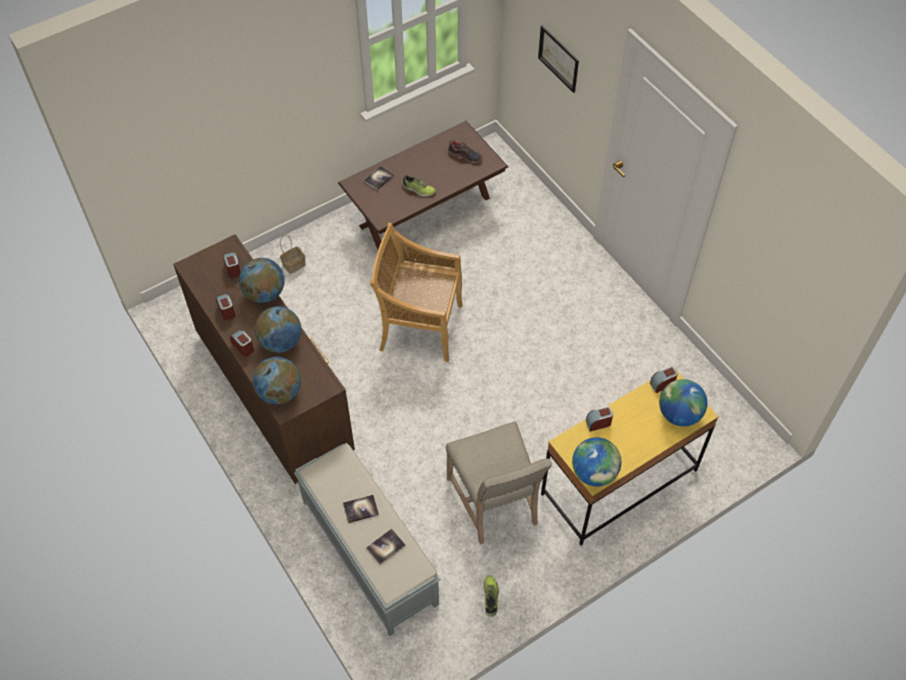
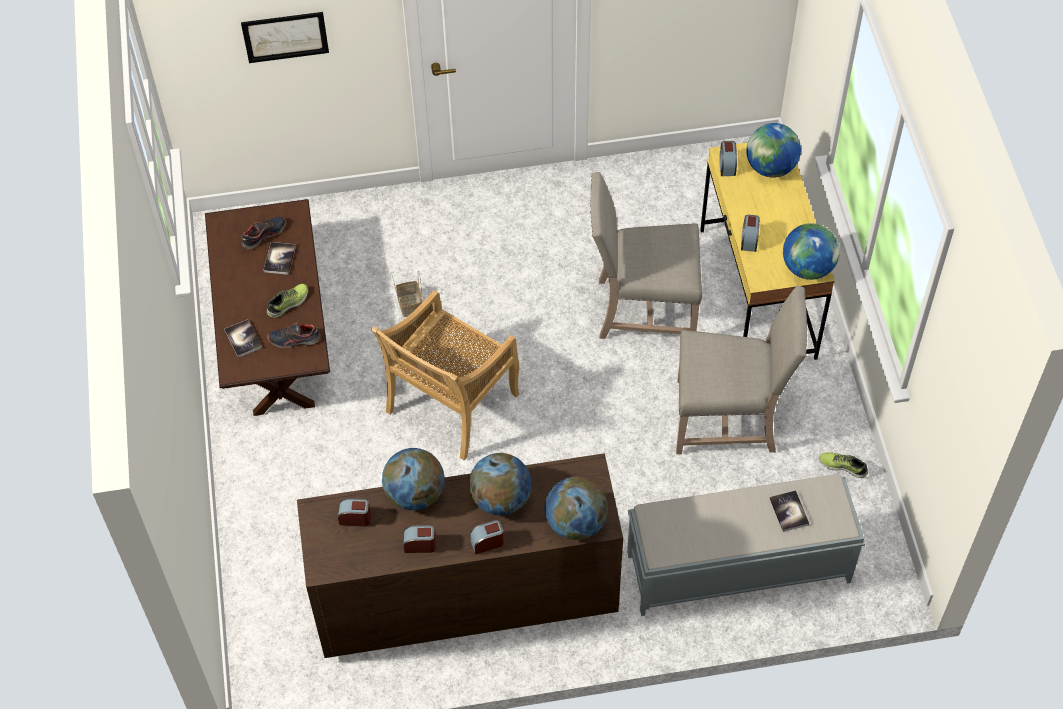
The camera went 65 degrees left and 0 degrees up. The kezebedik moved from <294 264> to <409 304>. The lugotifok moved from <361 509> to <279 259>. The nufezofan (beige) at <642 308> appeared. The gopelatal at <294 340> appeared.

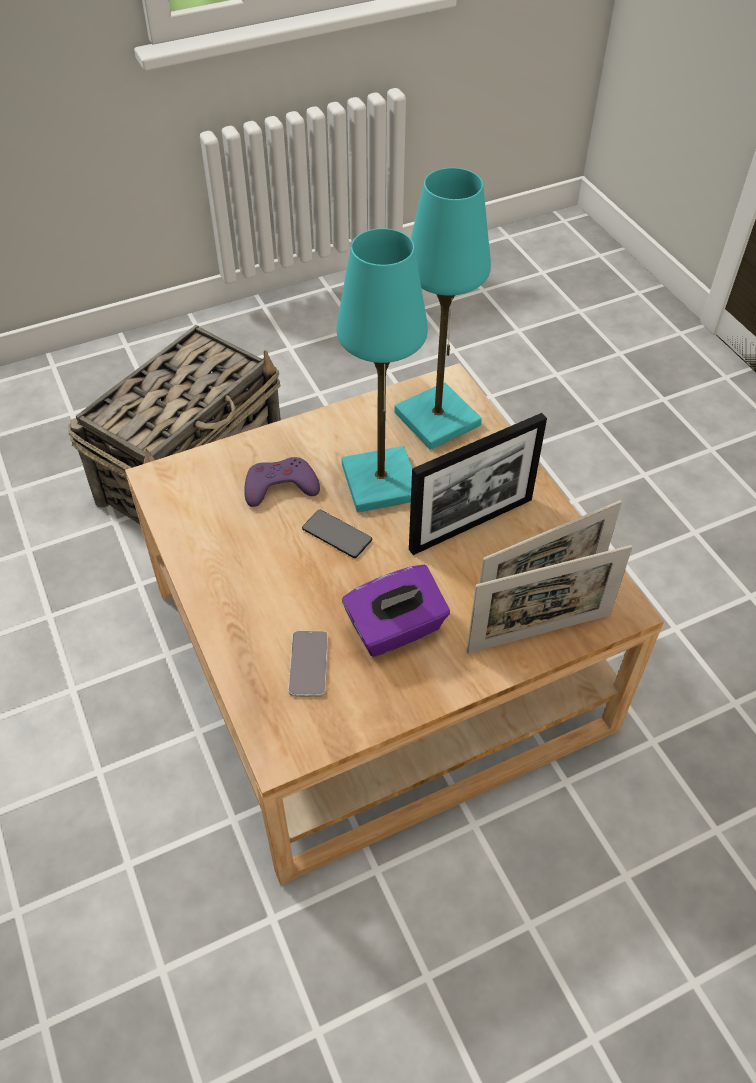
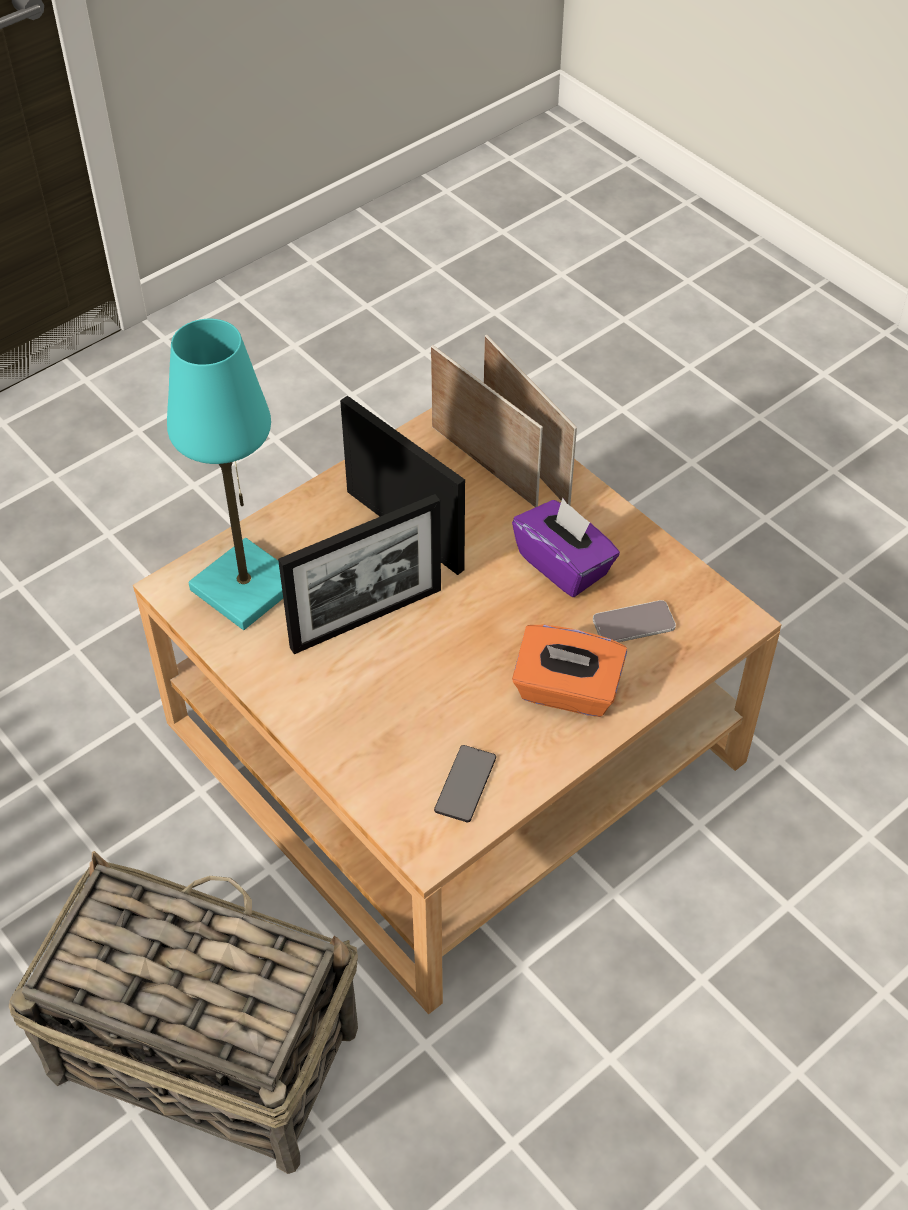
The camera went 105 degrees left and 0 degrees up. The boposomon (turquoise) at <381 482> was replaced by the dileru at <366 618>. The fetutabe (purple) at <280 487> disappeared. The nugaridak moved from <337 535> to <465 784>. The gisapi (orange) at <566 691> appeared.

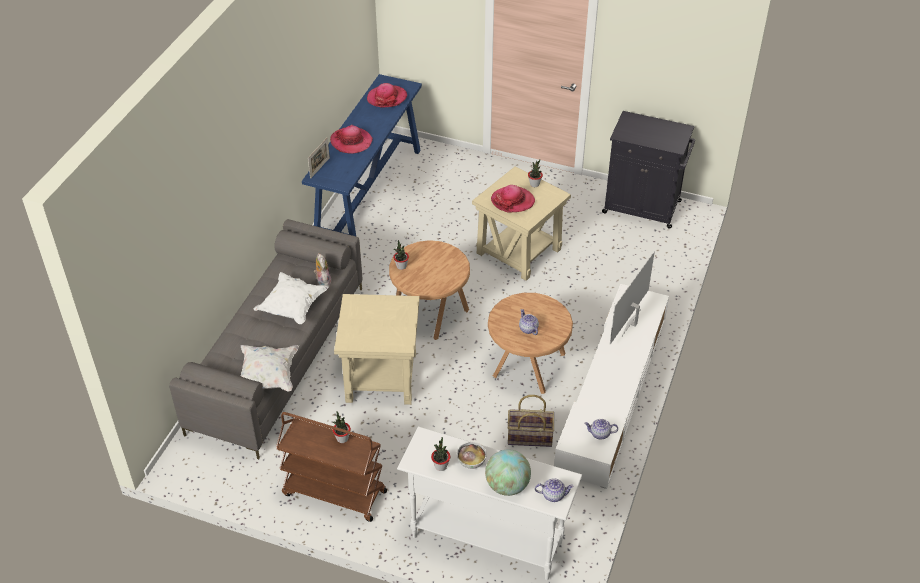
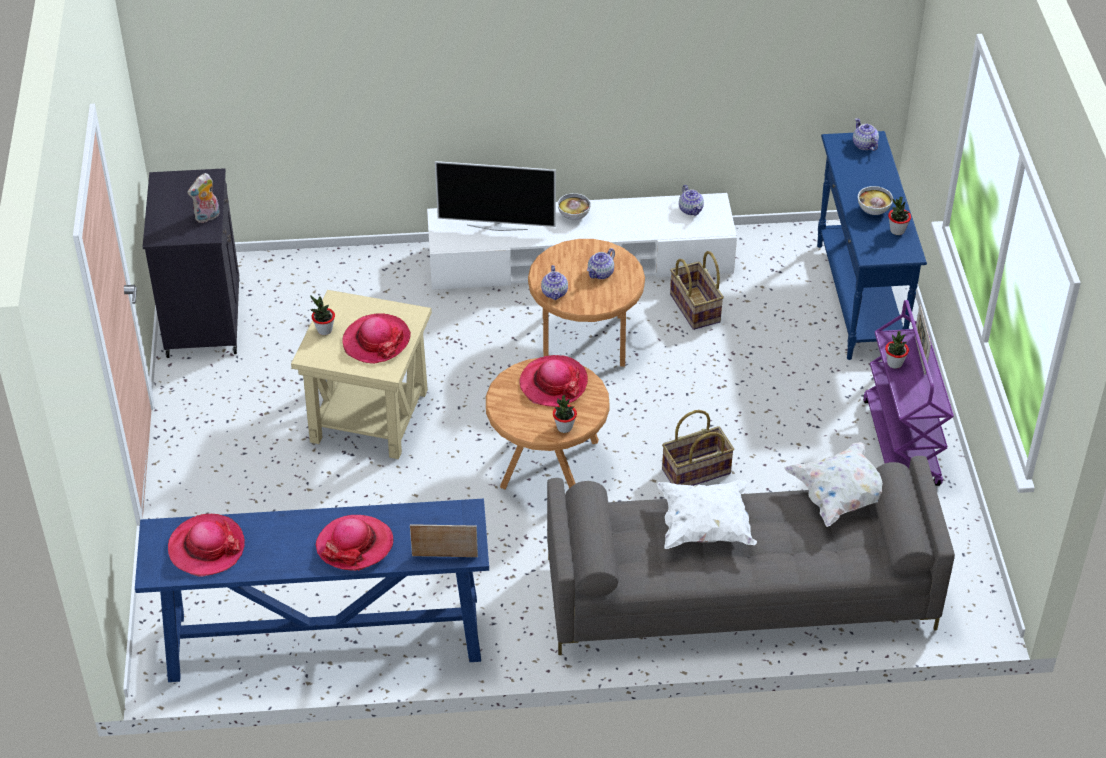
The camera went 115 degrees left and 0 degrees up. The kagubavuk moved from <322 281> to <207 217>. The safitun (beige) at <380 376> was replaced by the kezebedik at <696 472>. The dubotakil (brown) at <333 493> became the dubotakil (purple) at <901 443>. The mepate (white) at <486 539> became the mepate (blue) at <858 300>. The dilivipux at <507 485> disappeared. The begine at <574 216> appeared. The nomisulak at <555 293> appeared. The dileru at <919 354> appeared. The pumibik at <553 383> appeared.

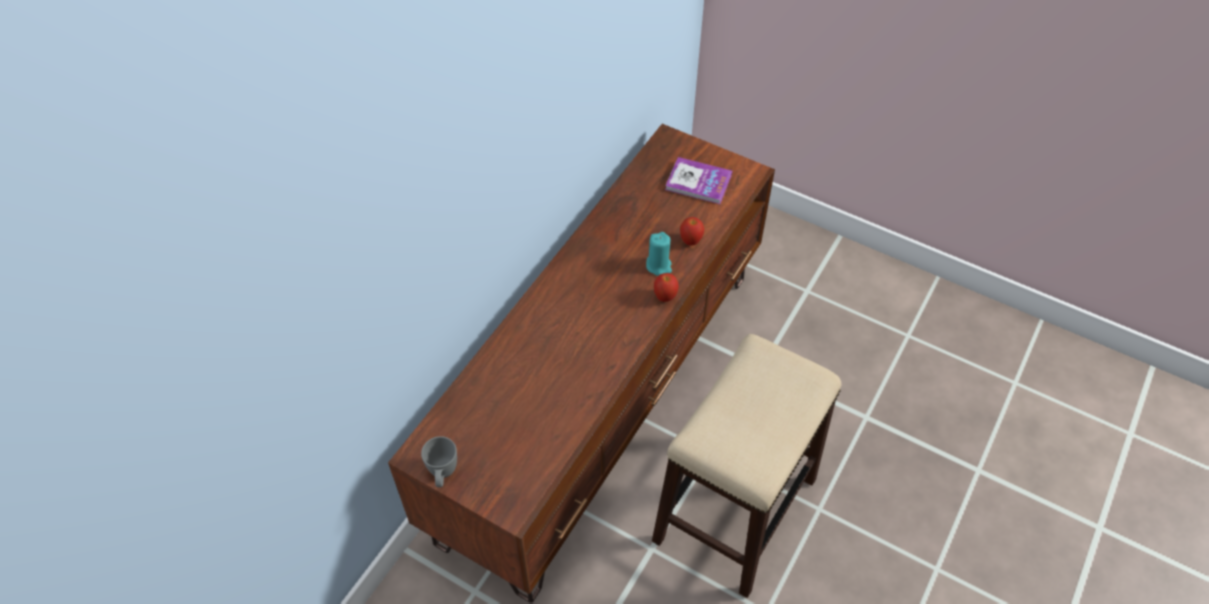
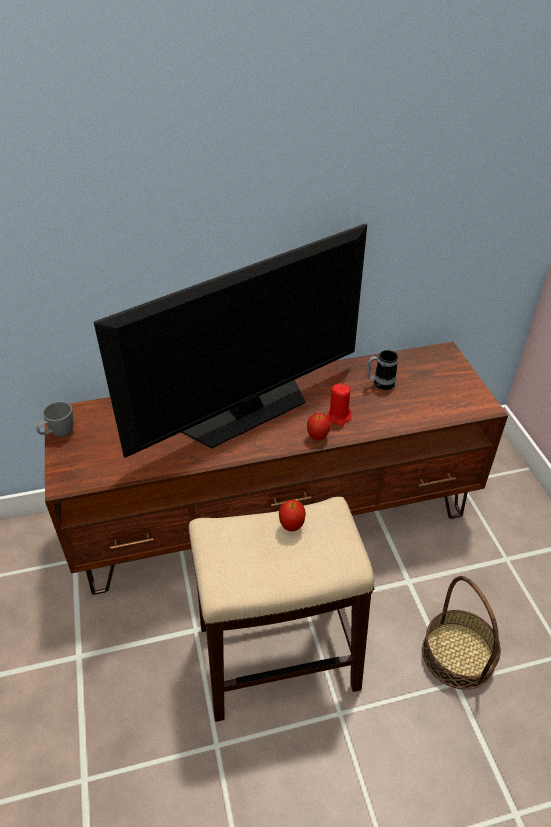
The camera went 45 degrees right and 10 degrees down. The lugotifok at <698 182> disappeared. The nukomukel moved from <690 241> to <291 526>. The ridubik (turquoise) at <659 265> became the ridubik (red) at <339 417>. The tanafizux at <246 411> appeared. The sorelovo at <379 384> appeared. The kezebedik at <458 654> appeared.

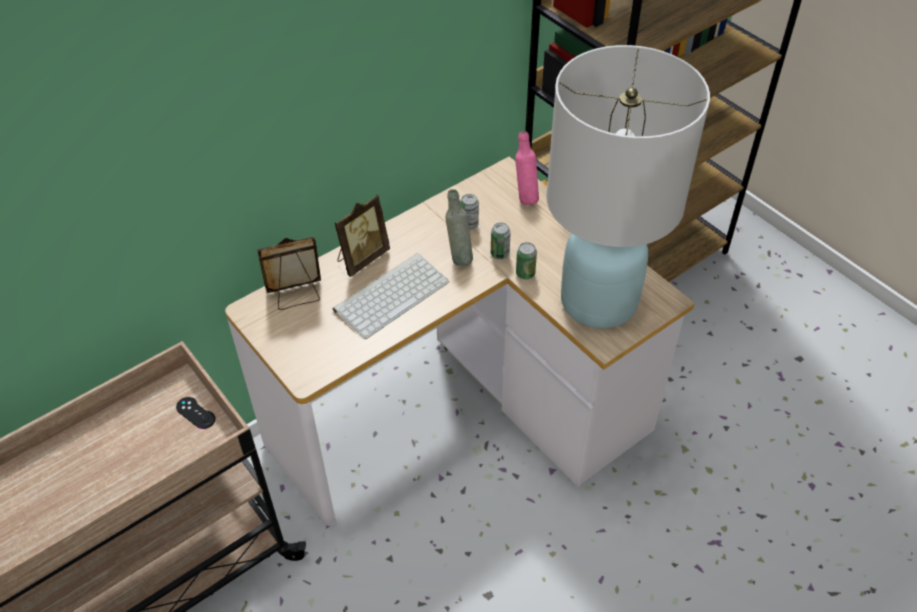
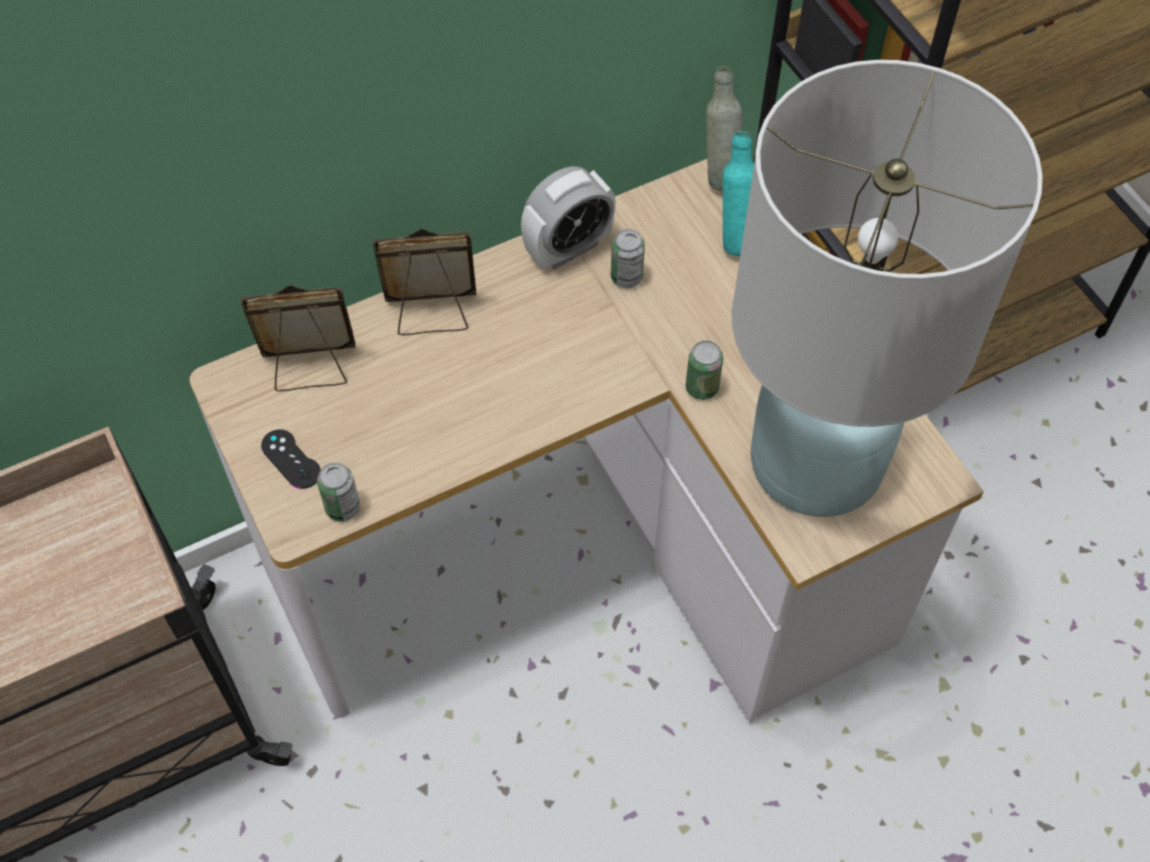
The camera went 10 degrees right and 10 degrees up. The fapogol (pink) at <525 197> became the fapogol (turquoise) at <735 238>. The fapogol (grey) moved from <459 256> to <719 174>. The dileru at <361 258> turned 150 degrees counterclockwise. The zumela moved from <500 253> to <343 508>. The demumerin at <391 294> disappeared. The fetutabe (black) moved from <195 413> to <291 459>. The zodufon at <568 248> appeared.

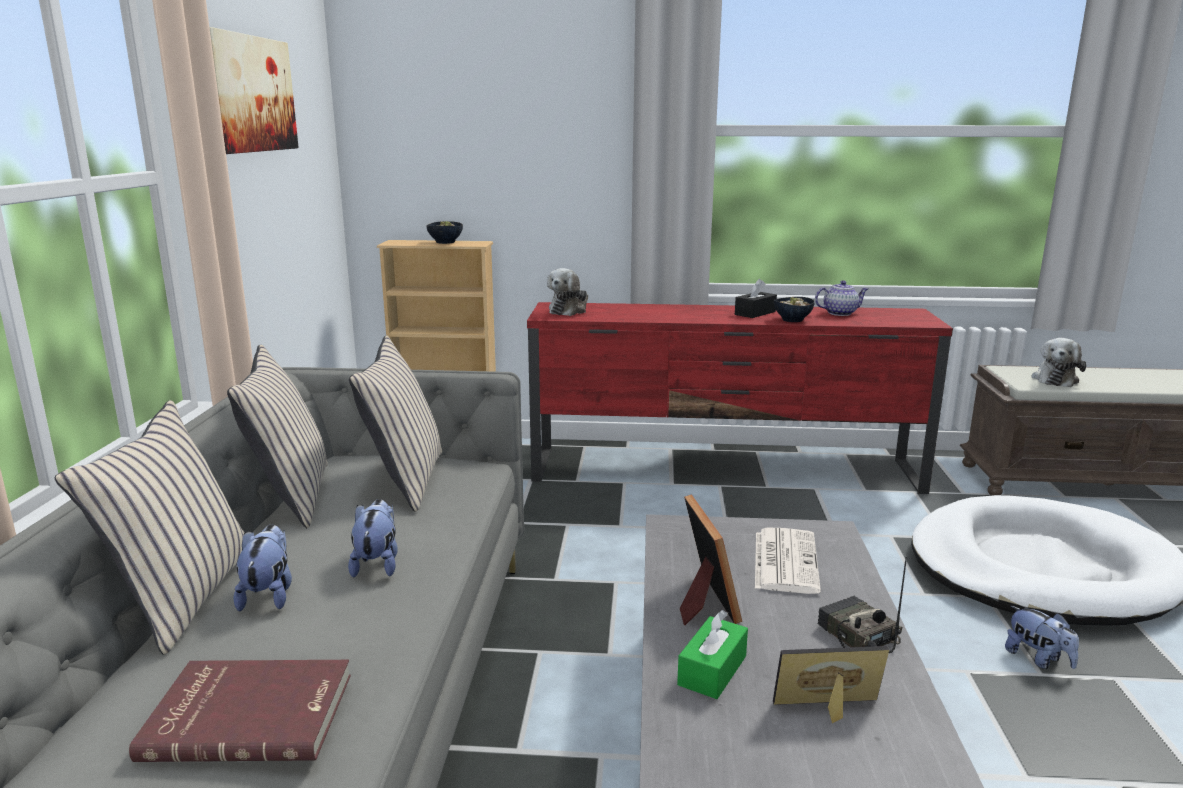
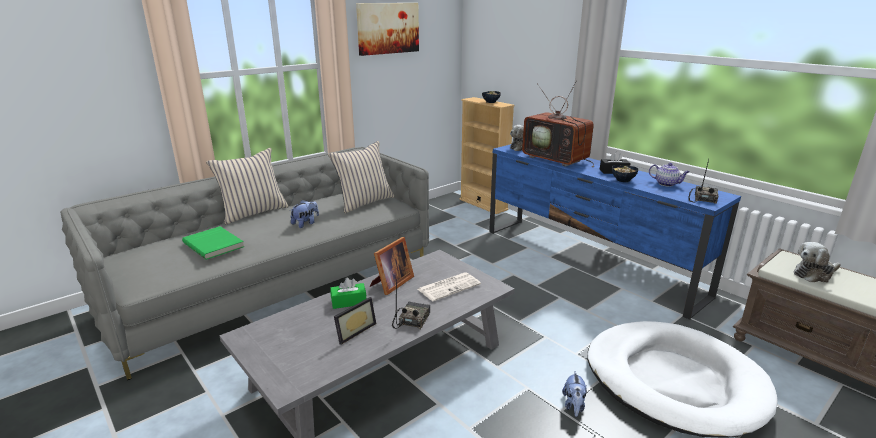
The camera went 45 degrees right and 5 degrees up. The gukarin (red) at <725 471> became the gukarin (blue) at <588 261>. The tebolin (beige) at <291 496> disappeared. The kagubavuk at <269 595> disappeared. The dileru at <830 712> turned 90 degrees clockwise. The lugotifok (red) at <250 714> became the lugotifok (green) at <214 244>. The tanafizux at <558 159> appeared. The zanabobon at <702 198> appeared.

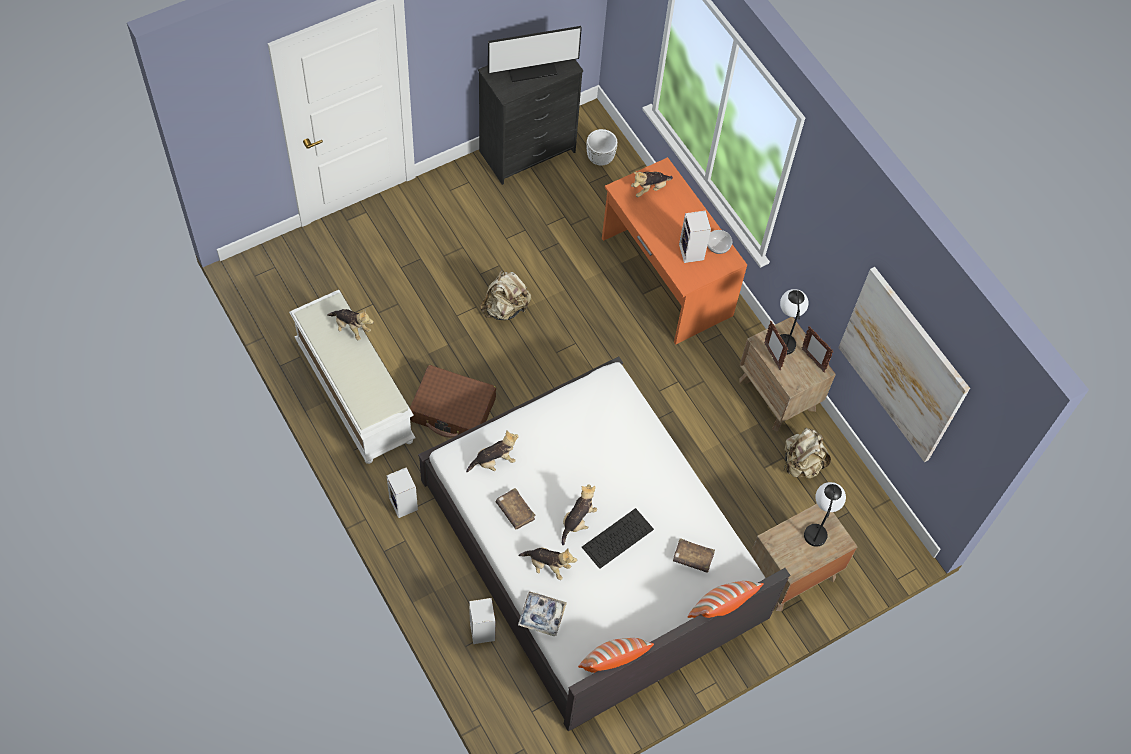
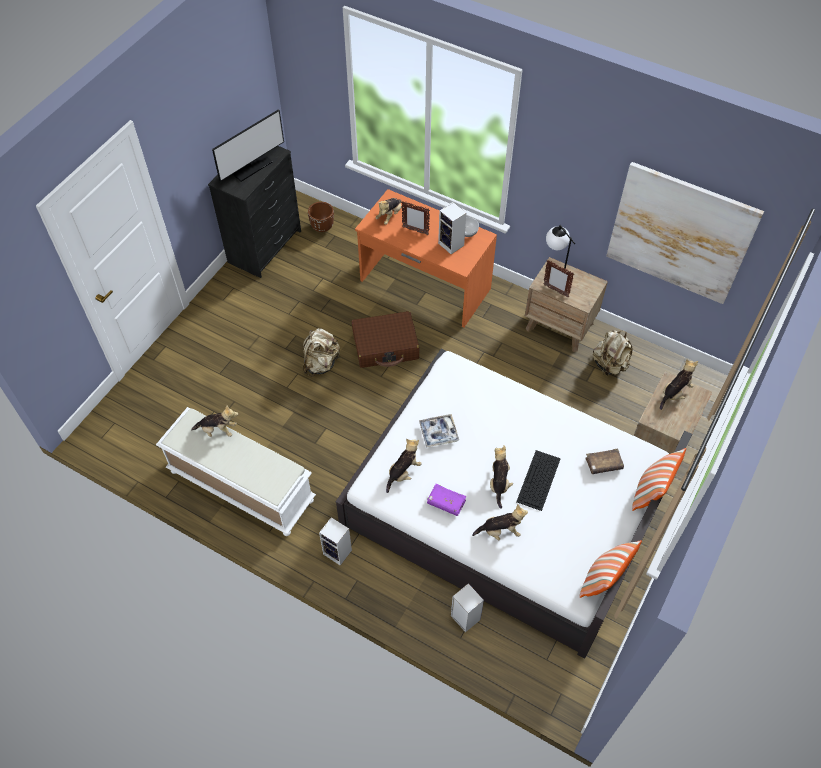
The camera went 25 degrees left and 5 degrees down. The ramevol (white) at <600 158> became the ramevol (brown) at <322 227>. The dileru moved from <812 360> to <415 230>. The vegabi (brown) moved from <453 410> to <386 346>. The boposomon at <817 527> was replaced by the kagubavuk at <675 393>. The lugotifok (brown) at <515 511> became the lugotifok (purple) at <446 502>. The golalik moved from <542 615> to <438 433>.

